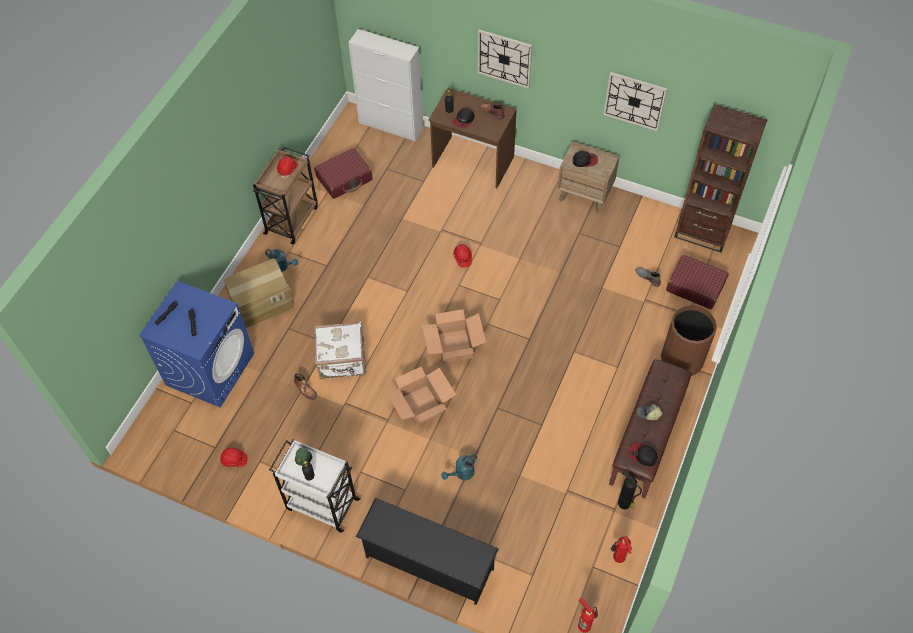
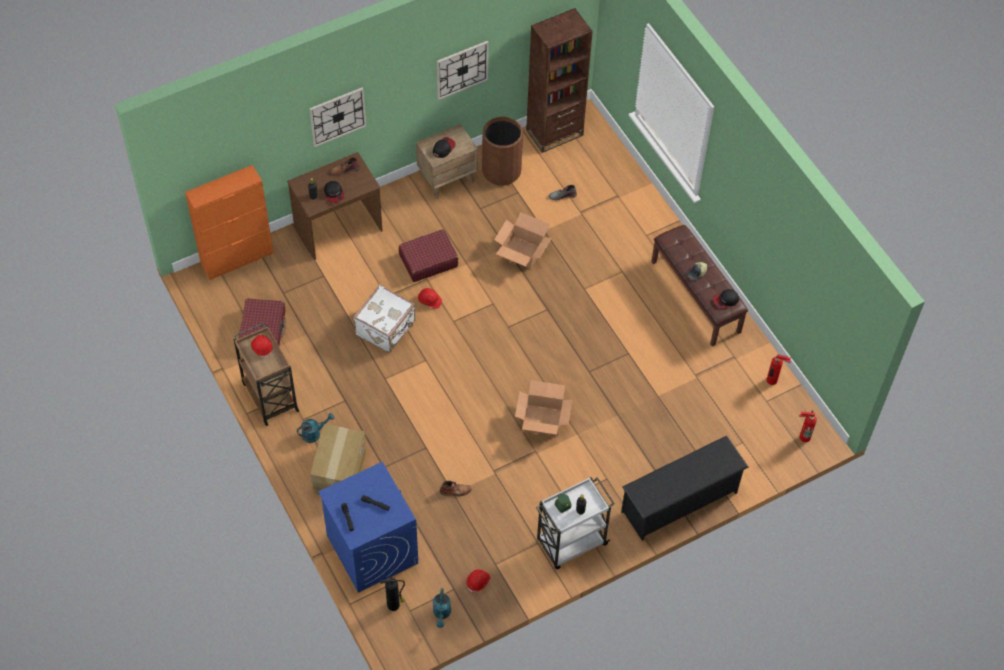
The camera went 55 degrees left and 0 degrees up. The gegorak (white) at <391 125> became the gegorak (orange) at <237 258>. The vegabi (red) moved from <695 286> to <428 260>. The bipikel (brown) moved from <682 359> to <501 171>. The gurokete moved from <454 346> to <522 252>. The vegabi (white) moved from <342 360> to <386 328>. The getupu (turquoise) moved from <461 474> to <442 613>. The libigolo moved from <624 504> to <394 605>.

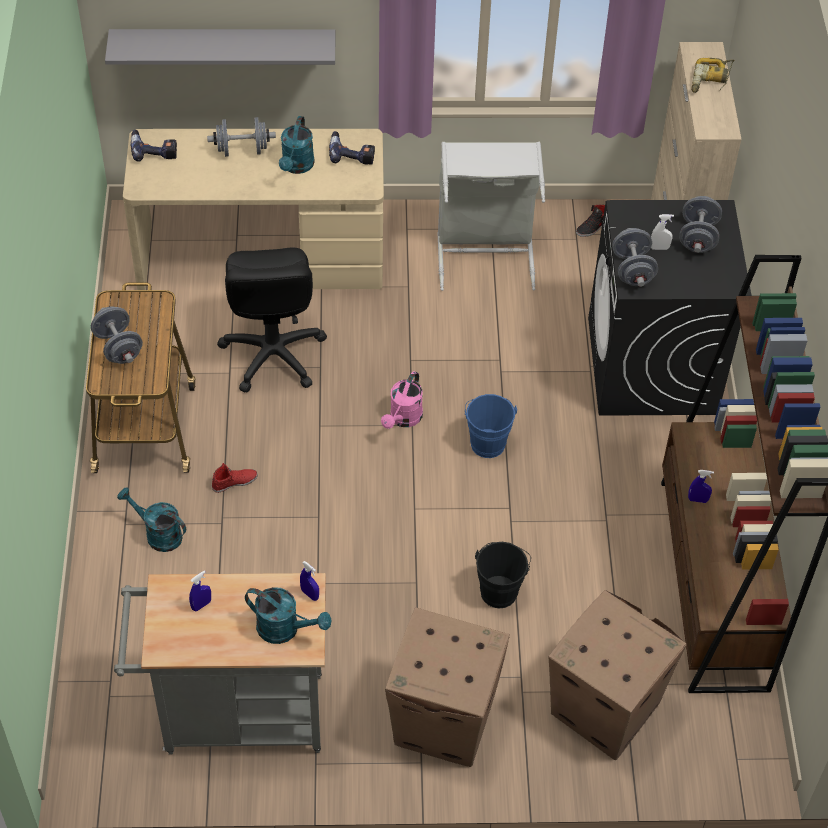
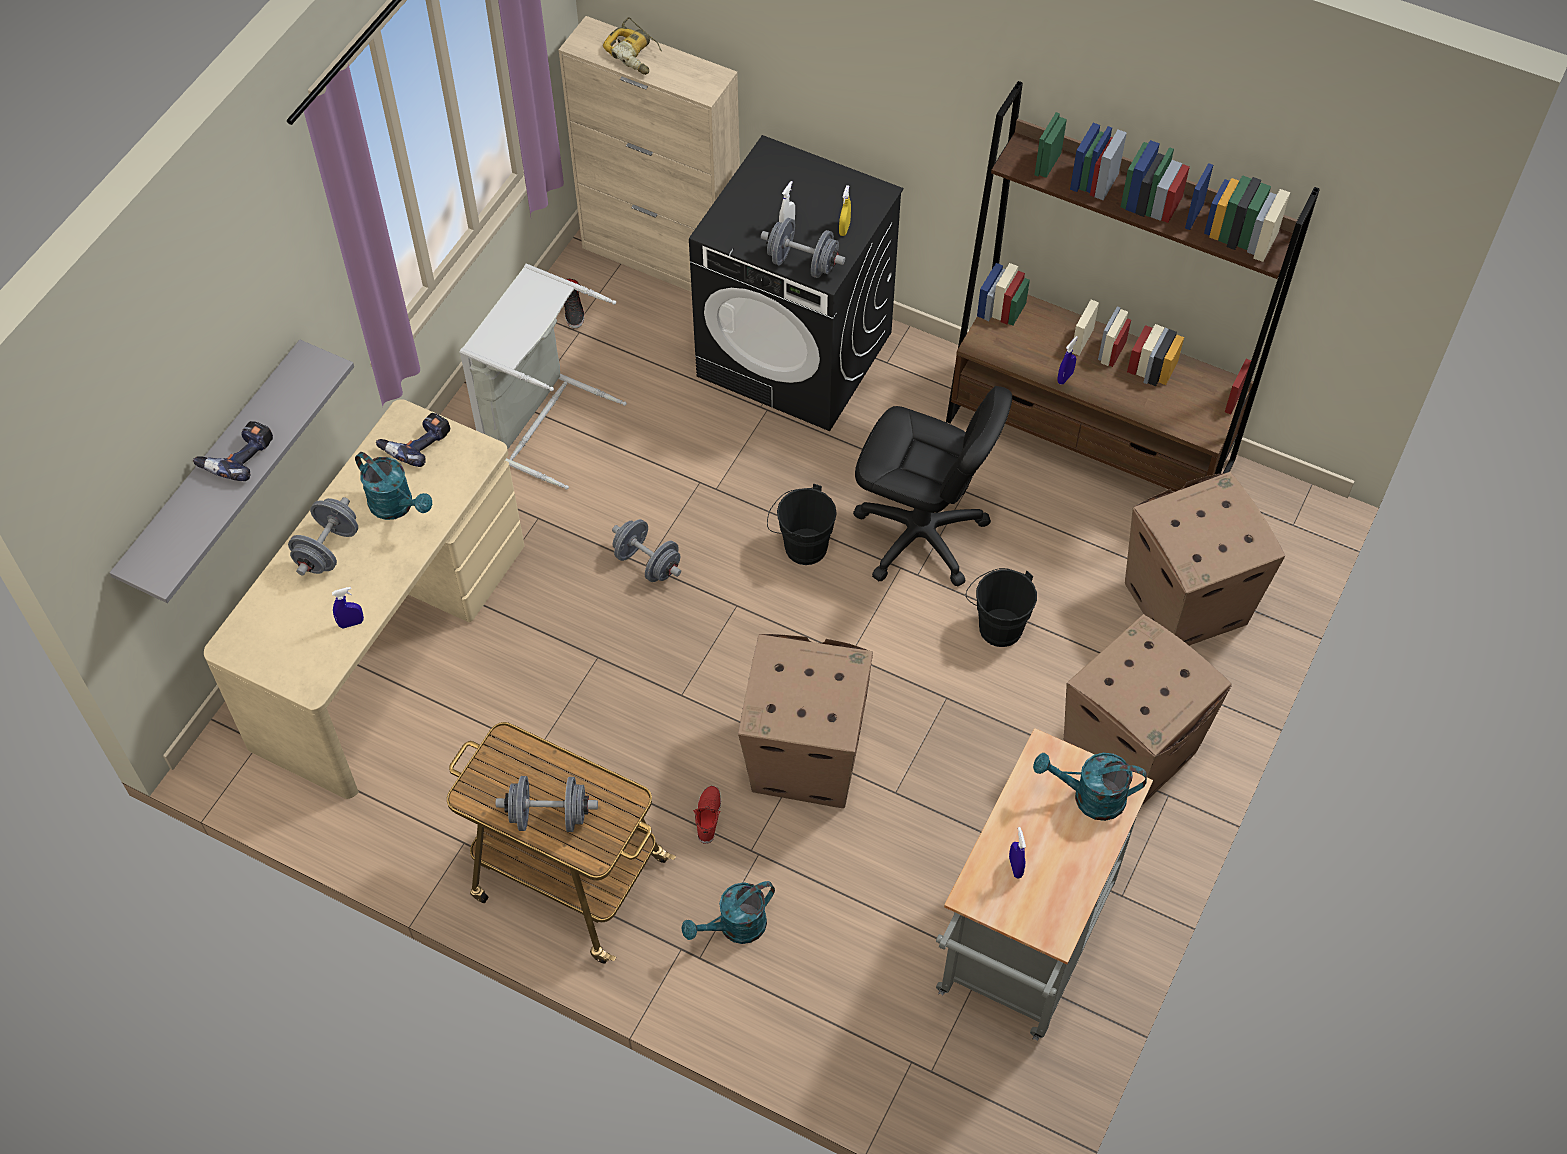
The camera went 60 degrees left and 5 degrees up. The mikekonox moved from <154 150> to <237 456>. The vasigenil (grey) moved from <697 237> to <647 563>. The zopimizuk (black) moved from <272 354> to <920 536>. The getupu (pink) at <403 419> disappeared. The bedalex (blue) at <487 441> became the bedalex (black) at <801 546>. The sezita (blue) moved from <310 594> to <351 623>. The getupu (turquoise) at <285 629> turned 135 degrees counterclockwise. The sezita (yellow) at <844 229> appeared. The gurokete at <803 758> appeared.

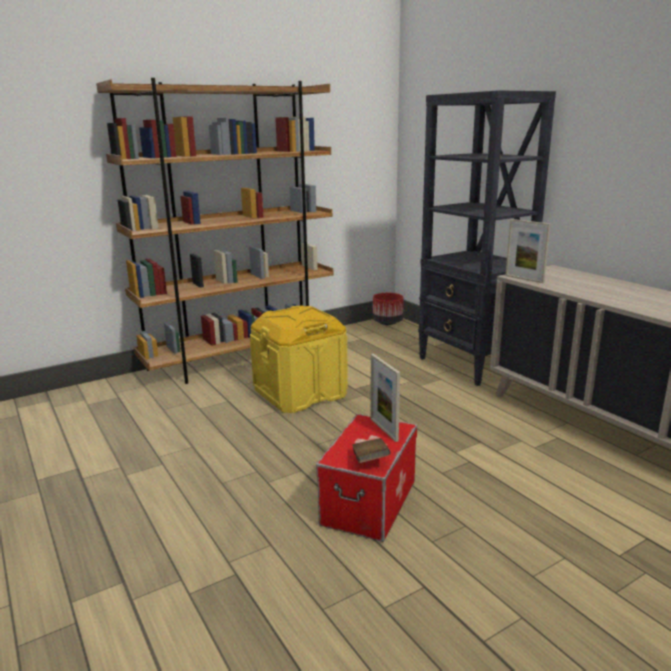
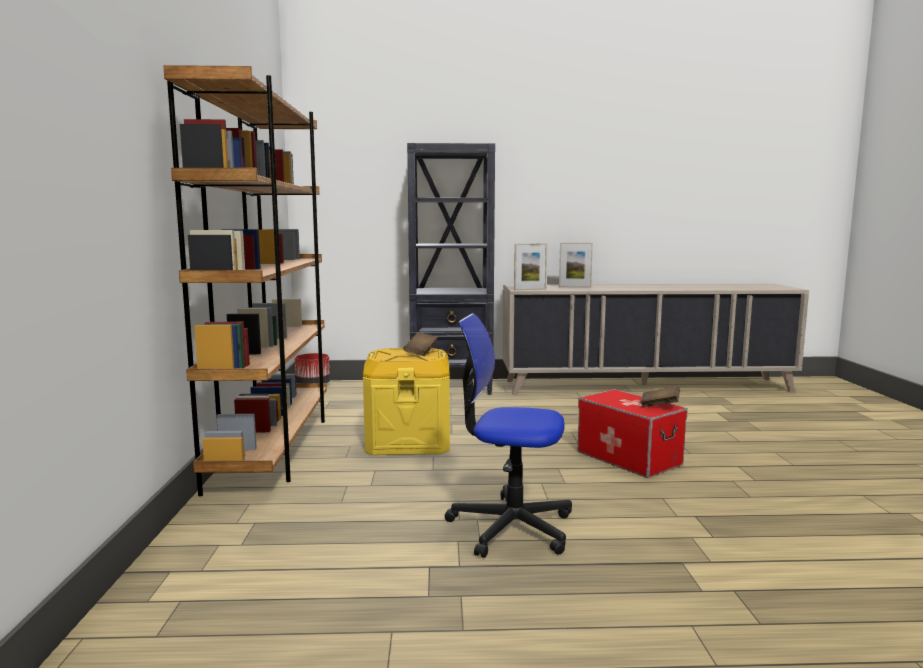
The camera went 60 degrees left and 10 degrees down. The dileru moved from <384 429> to <575 287>. The zopimizuk at <510 527> appeared. The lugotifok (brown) at <421 352> appeared.

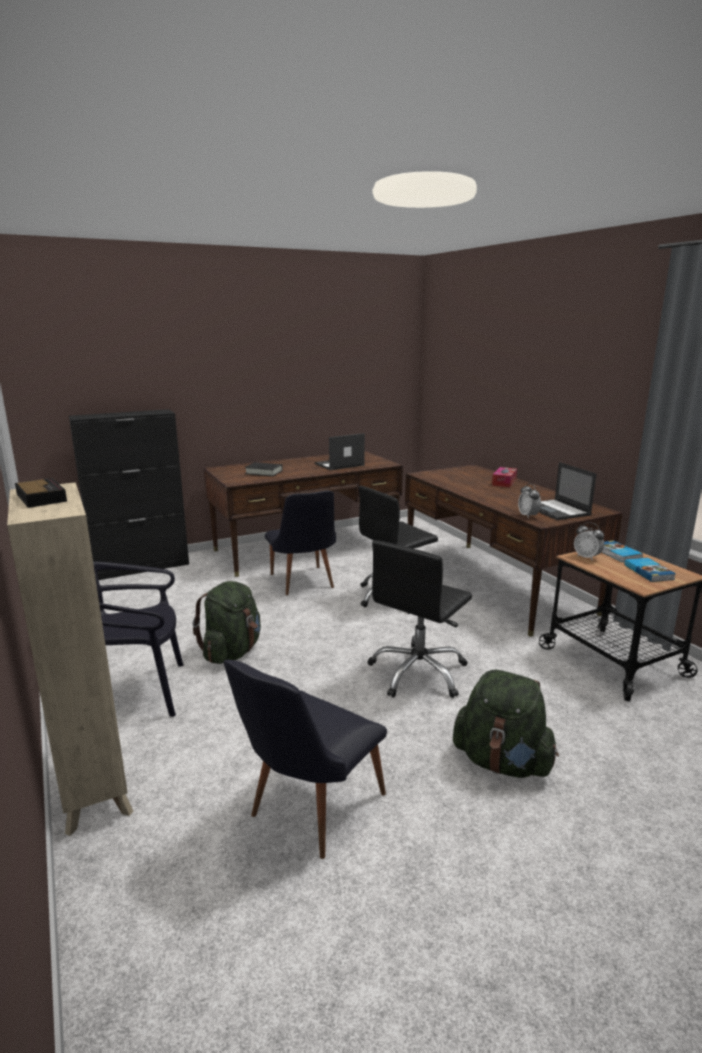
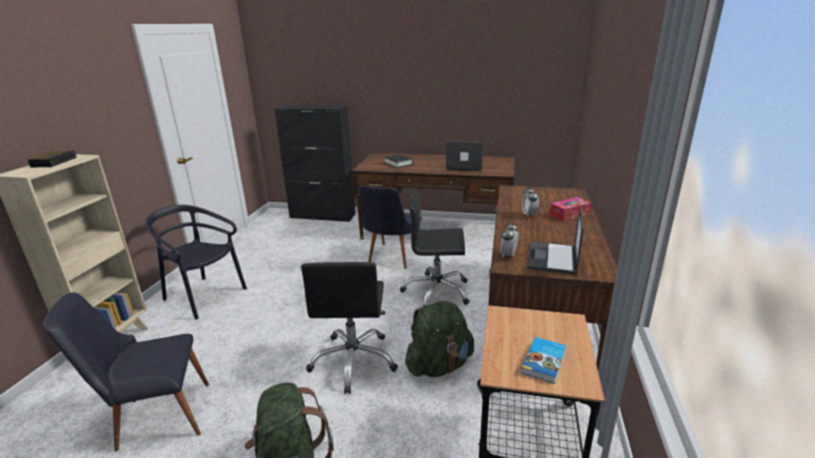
The camera went 40 degrees right and 5 degrees up. The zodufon moved from <587 557> to <529 215>. The zopimizuk (black) at <418 673> turned 75 degrees counterclockwise. The lugotifok at <617 553> disappeared. The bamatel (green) moved from <232 652> to <439 365>.

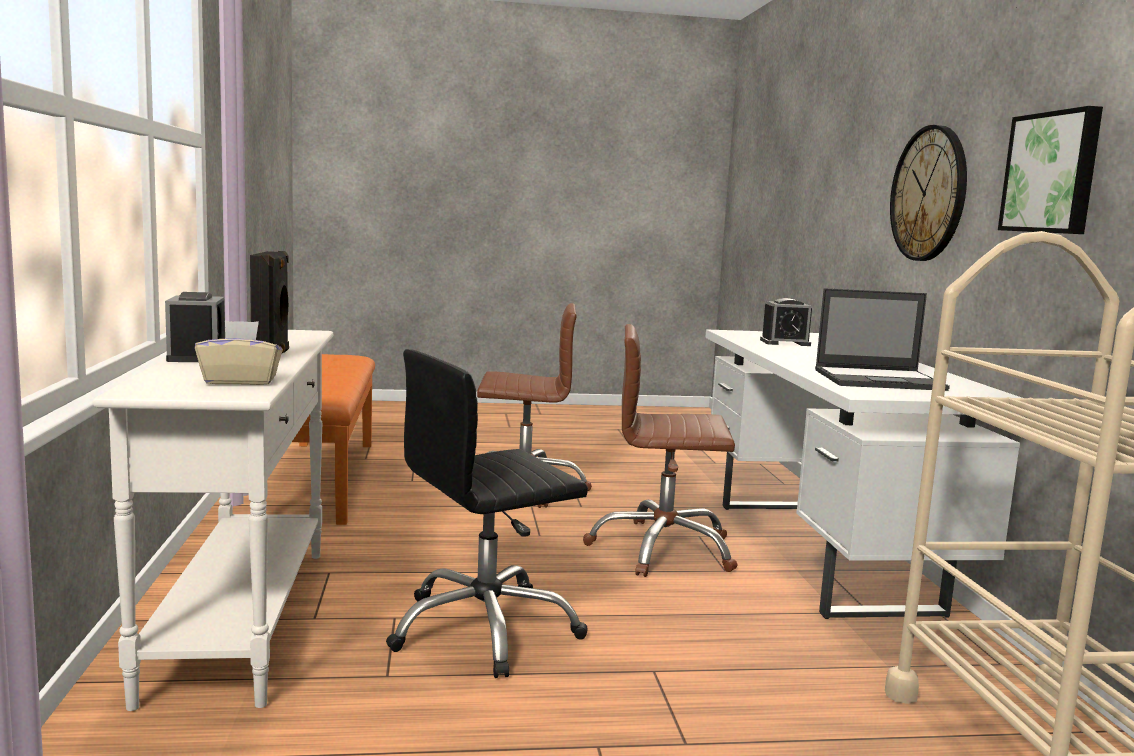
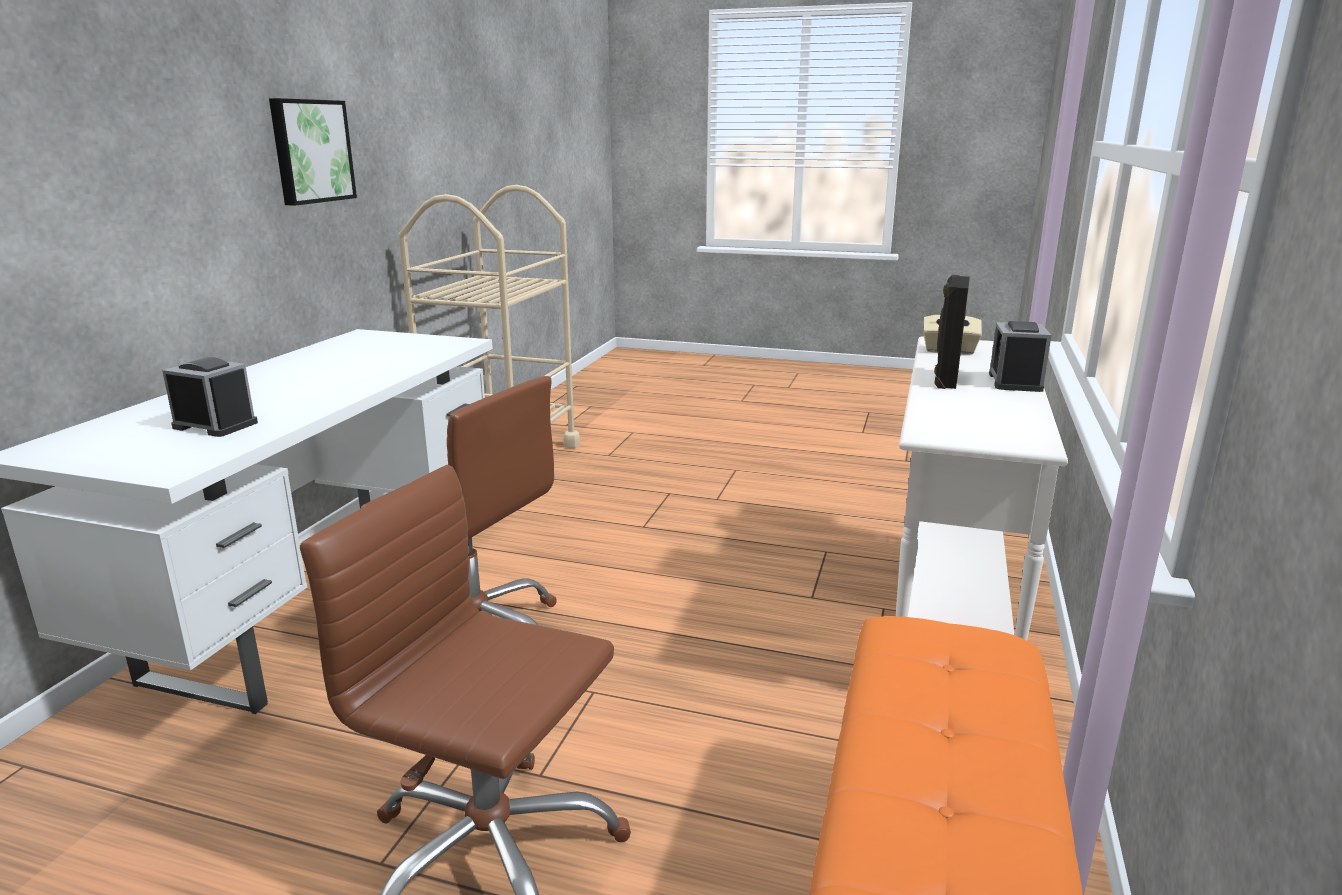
The camera went 155 degrees left and 10 degrees up. The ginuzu at <929 194> disappeared. The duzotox at <880 380> disappeared. The zopimizuk (black) at <484 629> disappeared.

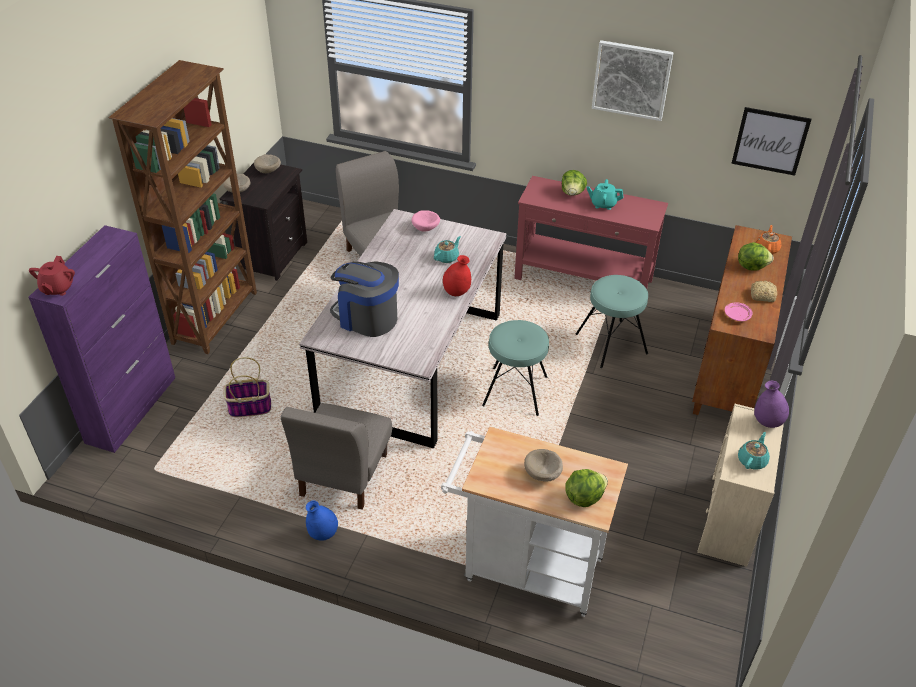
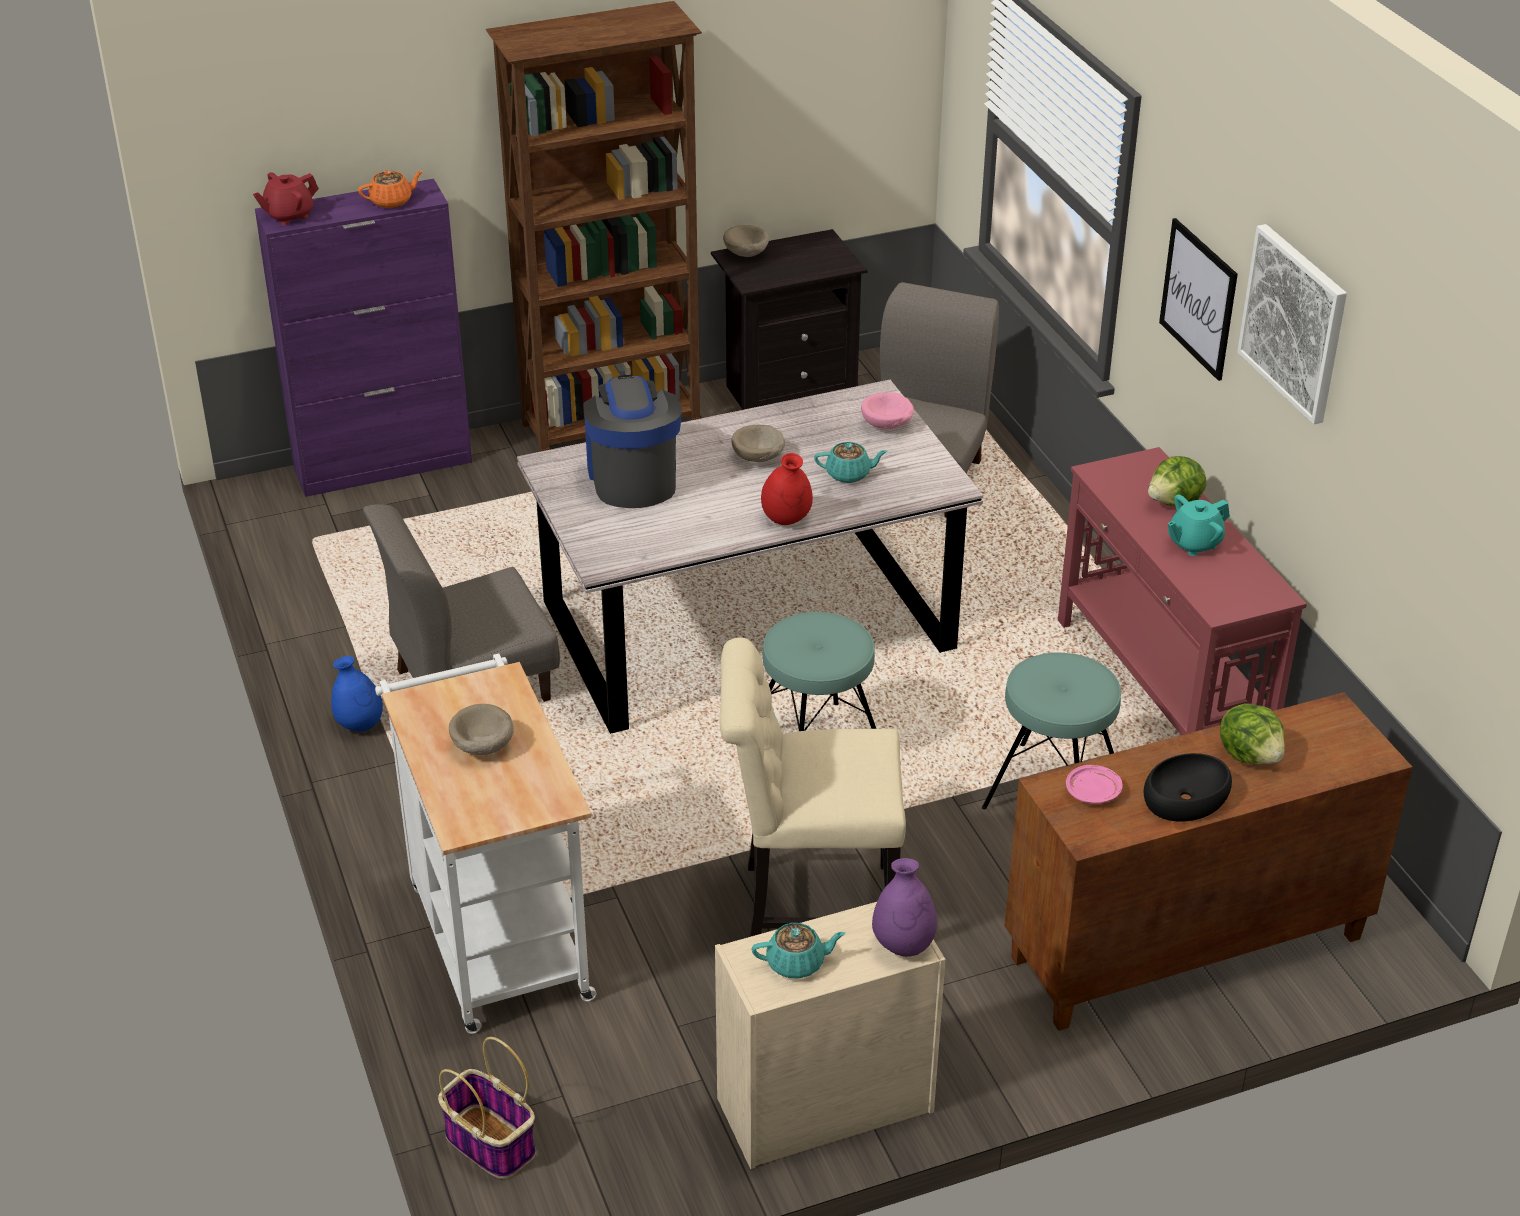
The camera went 50 degrees right and 5 degrees down. The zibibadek moved from <770 141> to <1198 298>. The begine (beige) moved from <269 171> to <759 458>. The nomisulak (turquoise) at <603 204> turned 90 degrees counterclockwise. The nomisulak (orange) moved from <767 248> to <392 201>. The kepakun at <761 295> was replaced by the begine (black) at <1185 797>. The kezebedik moved from <249 408> to <488 1142>. The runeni at <583 497> disappeared. The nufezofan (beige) at <808 910> appeared.

